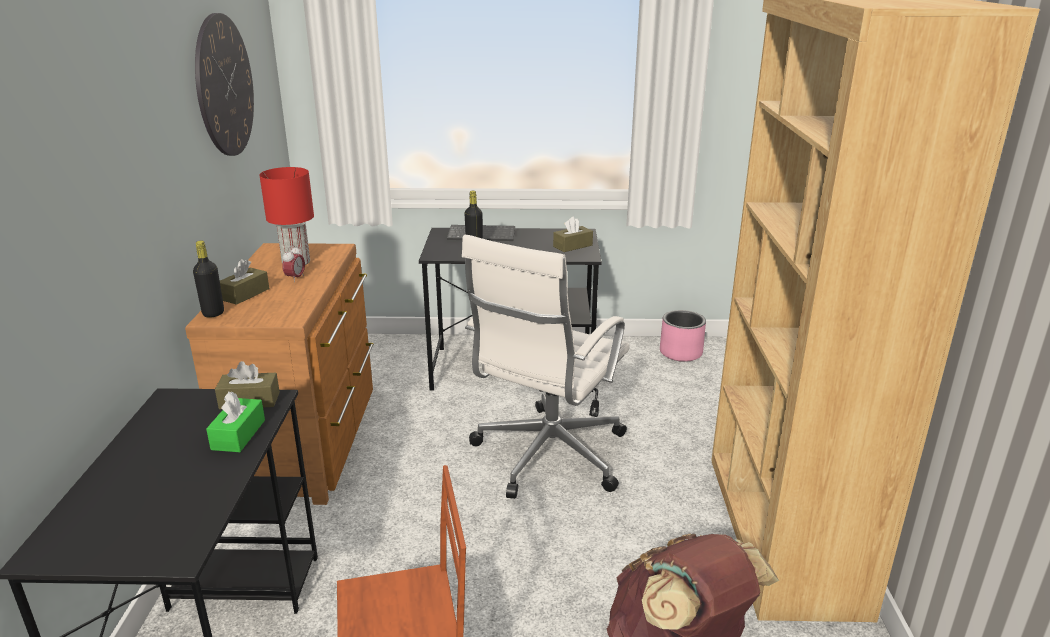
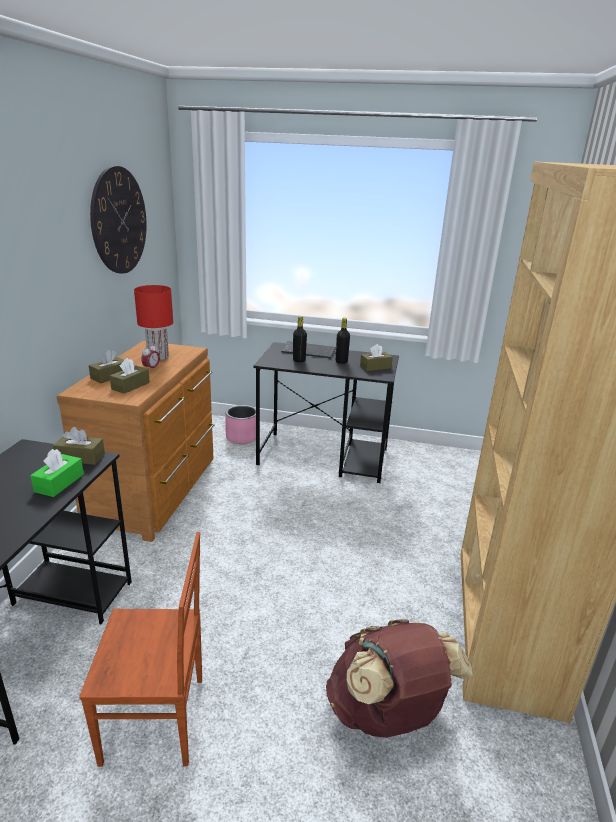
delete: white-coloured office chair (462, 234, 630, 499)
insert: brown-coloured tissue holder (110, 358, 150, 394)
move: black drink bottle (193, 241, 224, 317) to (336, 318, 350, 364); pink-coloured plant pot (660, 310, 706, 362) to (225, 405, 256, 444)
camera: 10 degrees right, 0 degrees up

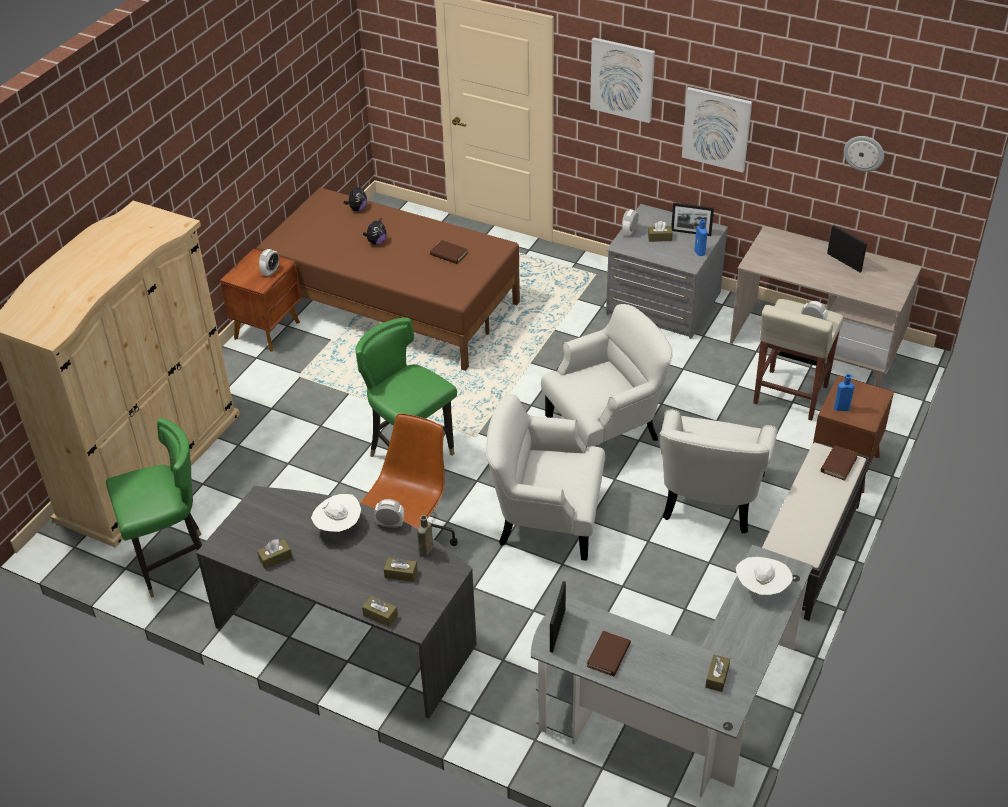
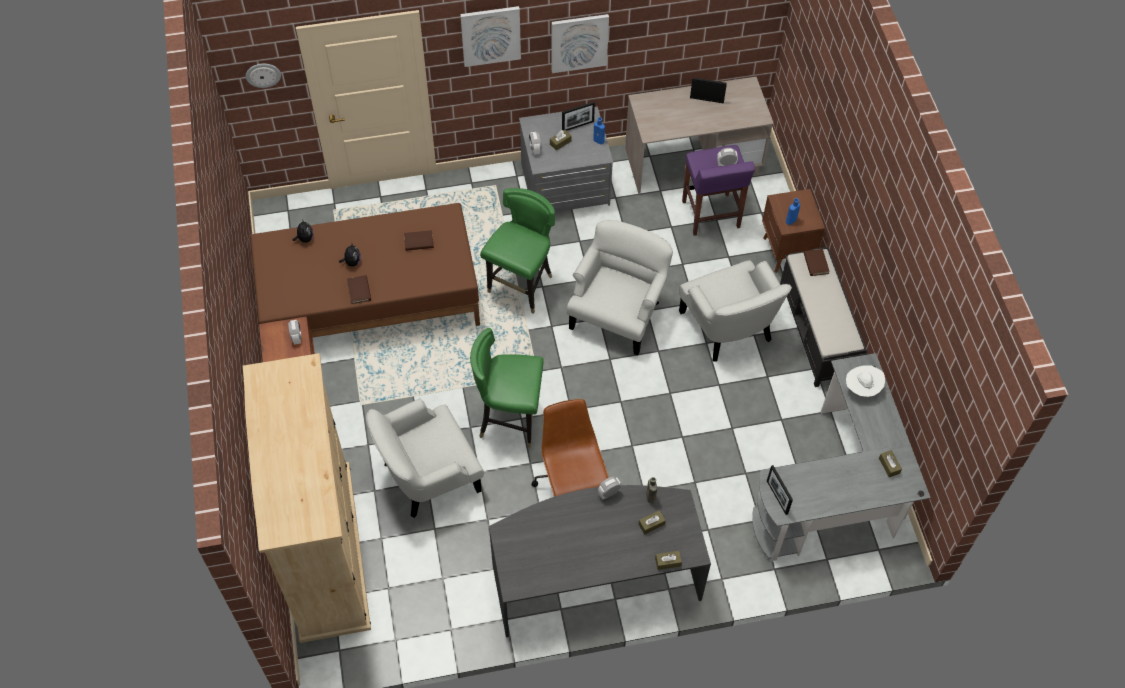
delete: brown-coloured tissue holder (257, 539, 292, 569); white-coloured clothing hat (311, 494, 361, 532)
move: green plain chair (106, 418, 202, 598) to (480, 188, 555, 314); white-coloured armchair (486, 394, 605, 561) to (366, 398, 484, 518); brown-coloured bound book (587, 631, 631, 676) to (347, 275, 371, 304); wall clock (844, 136, 884, 172) to (246, 64, 281, 88)
recolor: sand-coloured stool (753, 299, 843, 421) to purplish stool (682, 145, 755, 236)
camera: 40 degrees left, 15 degrees up

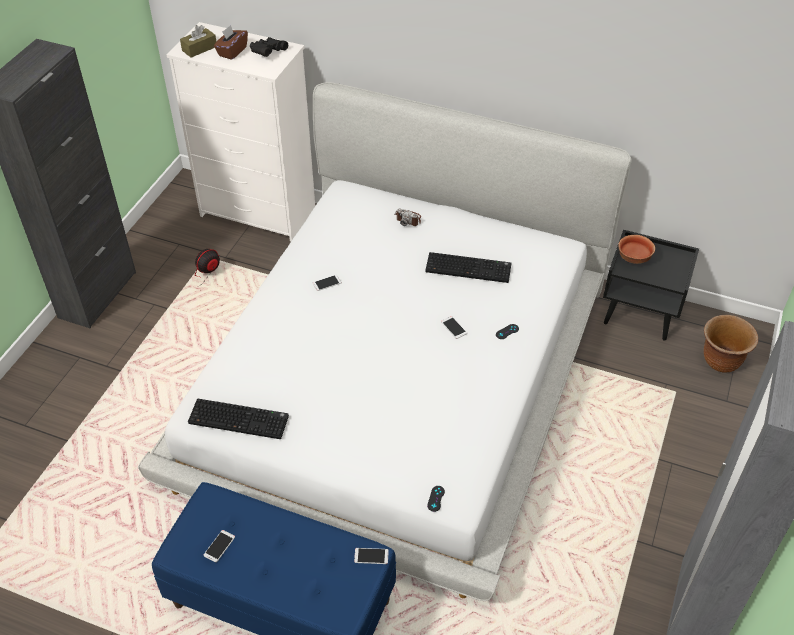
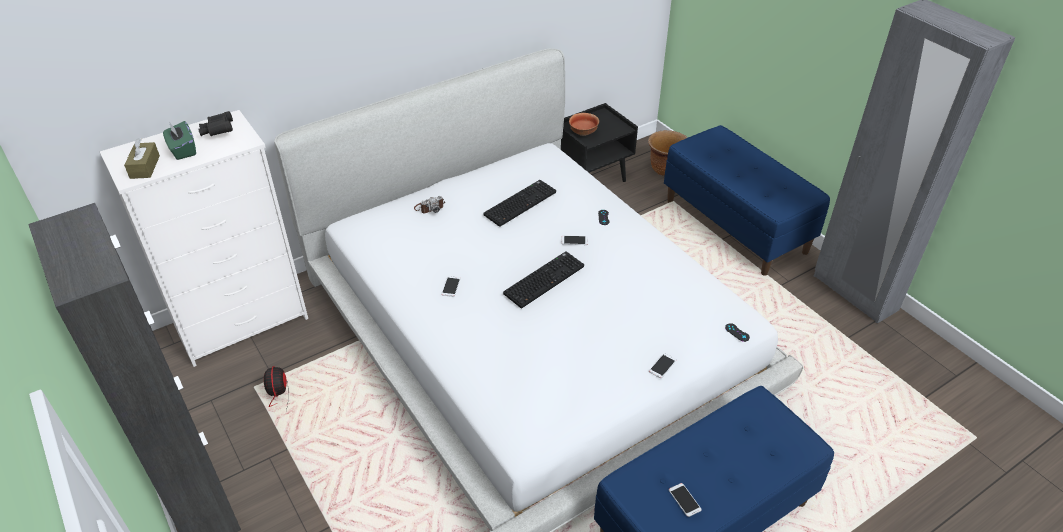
insert: blue bench (664, 125, 830, 276)
move: keyboard (188, 399, 289, 439) to (503, 251, 584, 309); phone (354, 548, 389, 564) to (649, 353, 677, 378)
recolor: brown-coloured tissue holder (214, 25, 248, 60) to green tissue holder (163, 121, 196, 160)
camera: 55 degrees left, 5 degrees down

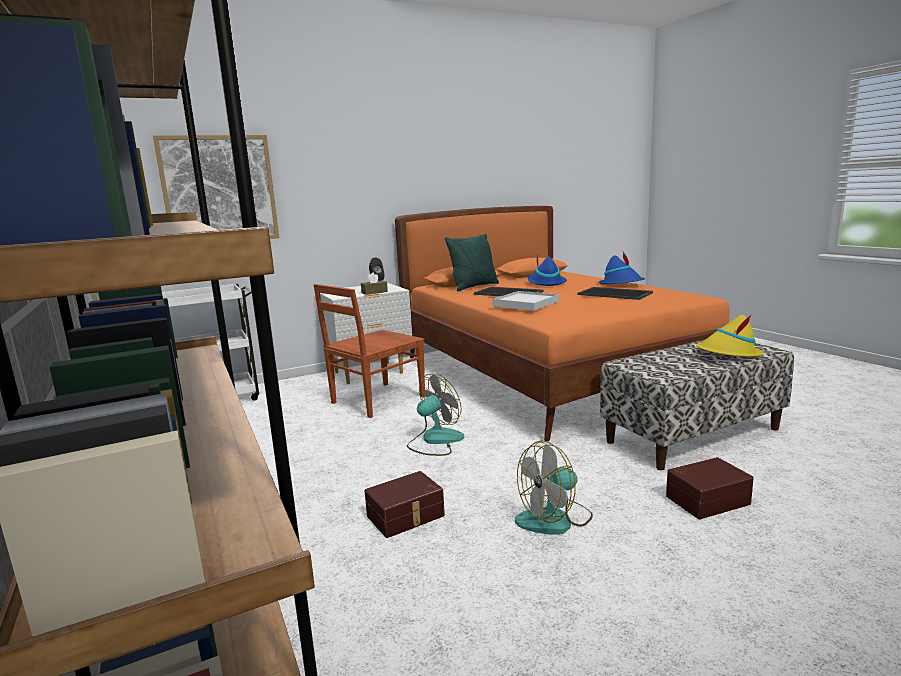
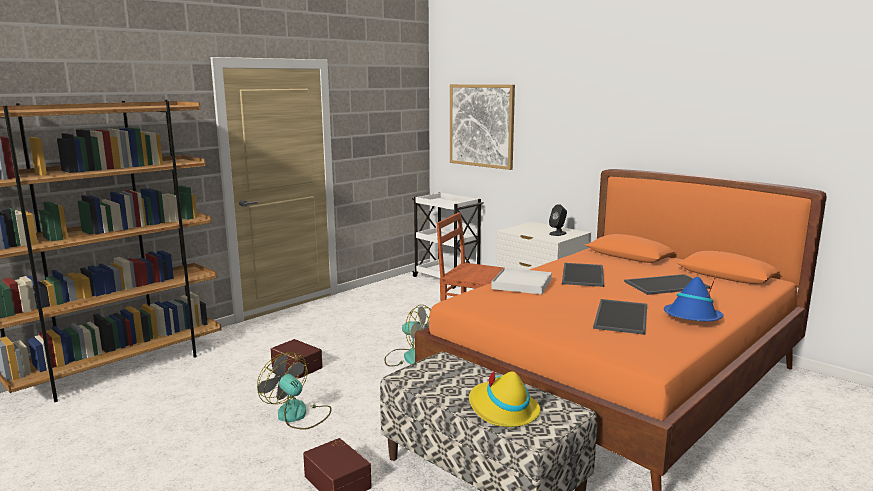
delete: brown-coloured tissue holder (361, 272, 388, 295); green pillow (445, 234, 499, 292)
replace: blue clothing hat (528, 255, 567, 286) to carrying tray (624, 274, 710, 295)
camera: 70 degrees right, 0 degrees up

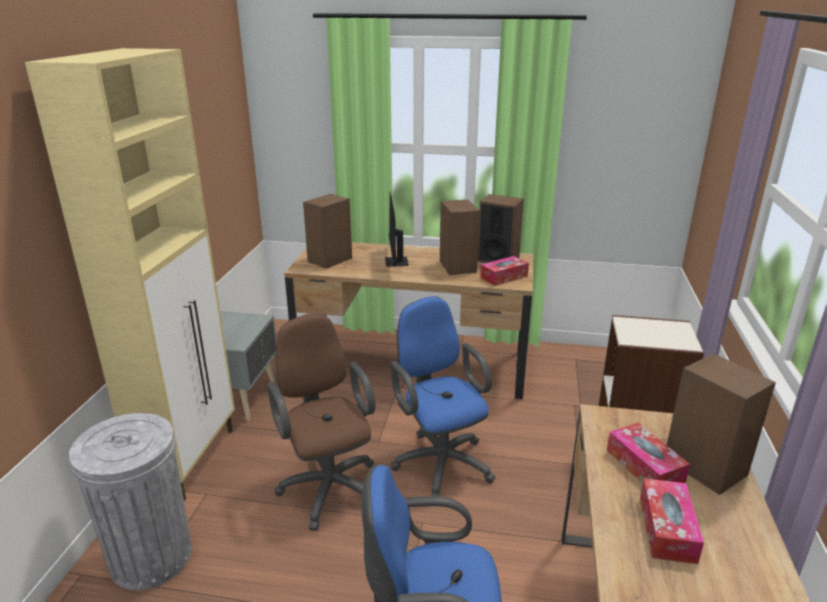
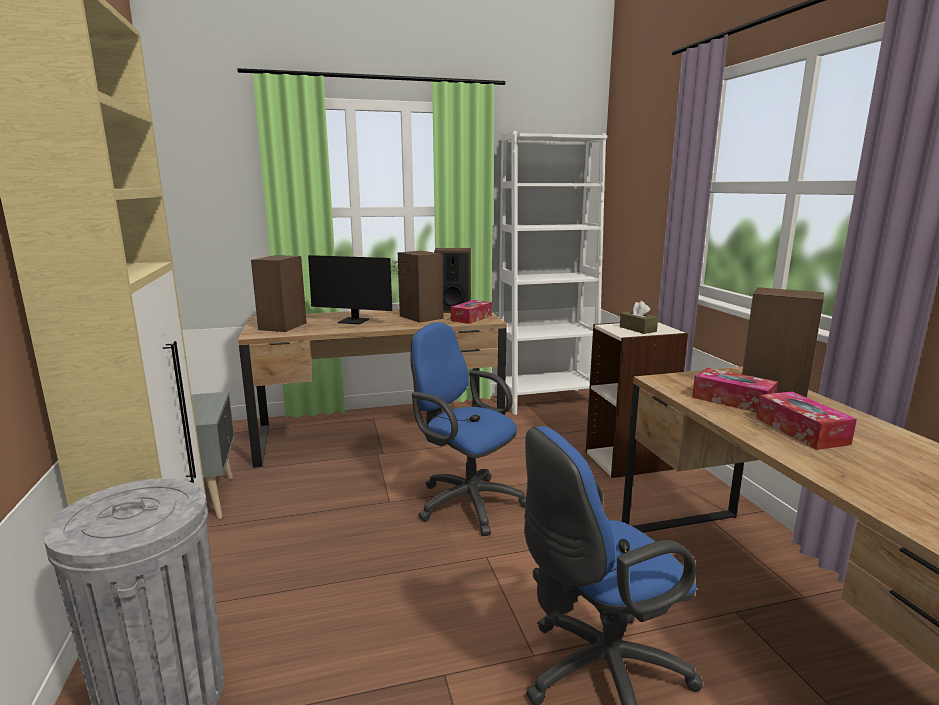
delete: brown-coloured office chair (267, 313, 376, 531)
insert: white-coloured bookshelf (499, 131, 607, 415); brown-coloured tissue holder (620, 301, 658, 334)
rotate: computer display (385, 192, 409, 267) = (308, 255, 419, 325) 45 degrees counterclockwise
camera: 25 degrees left, 10 degrees down

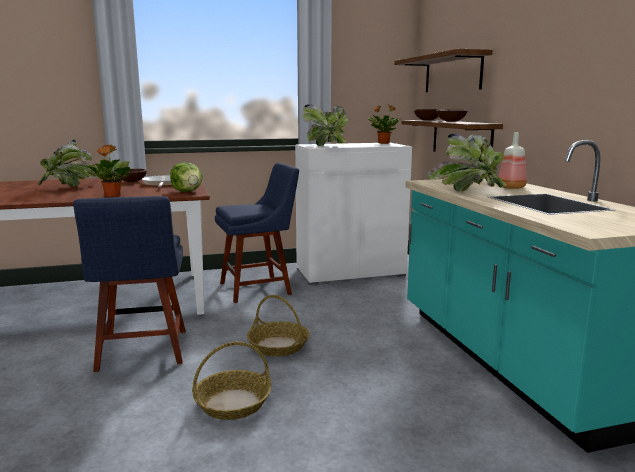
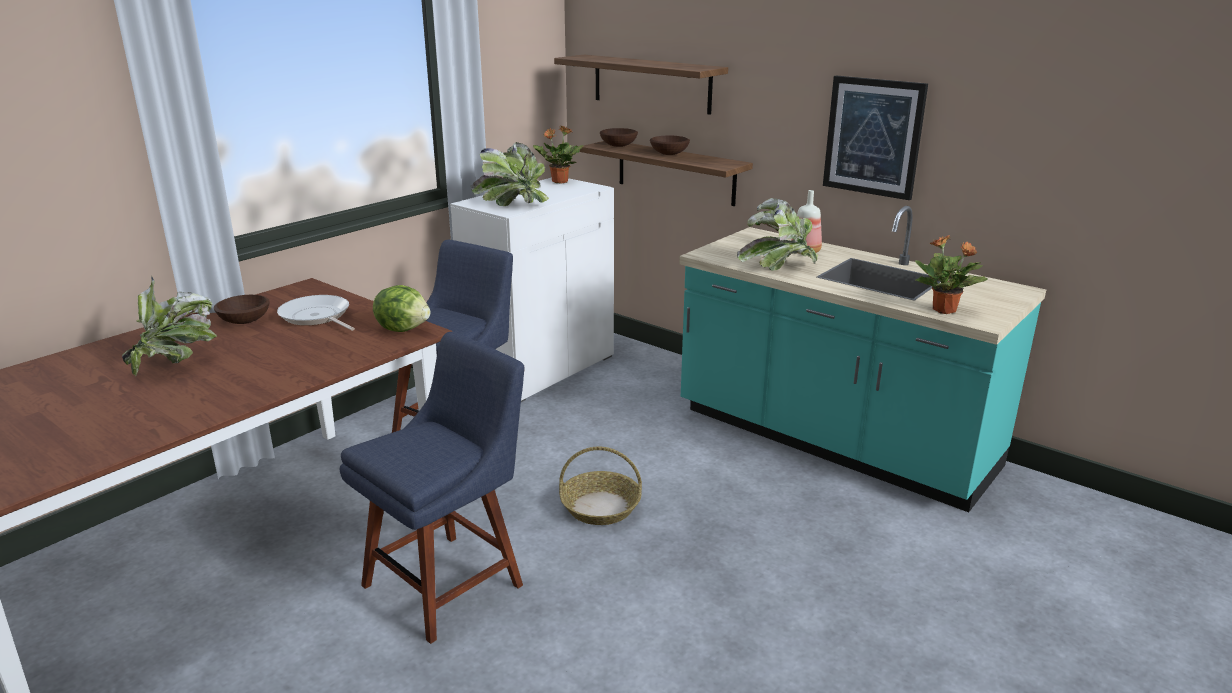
delete: household basket (192, 342, 271, 420)
insert: wall art (823, 76, 928, 200)
move: potted plant (85, 145, 130, 197) to (915, 235, 988, 314)
rotate: blue plain chair (73, 196, 186, 372) = (340, 332, 524, 644) 90 degrees counterclockwise
camera: 35 degrees left, 10 degrees up

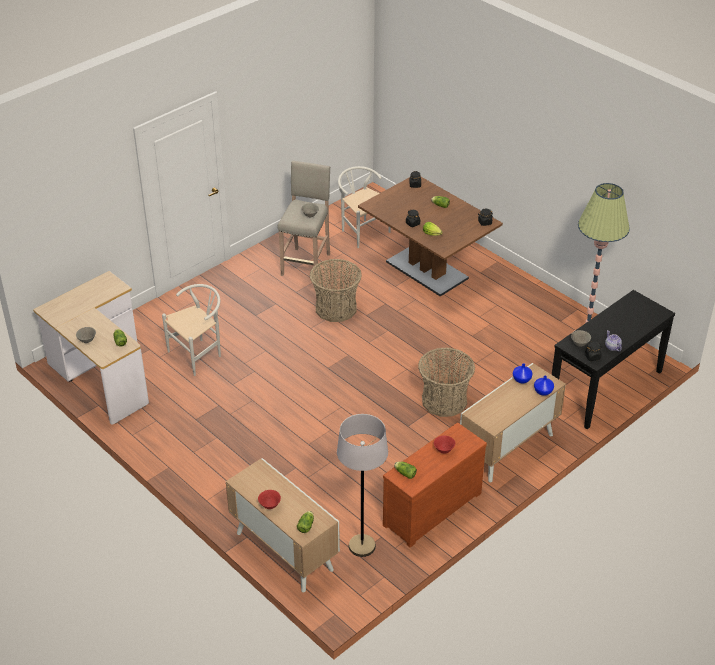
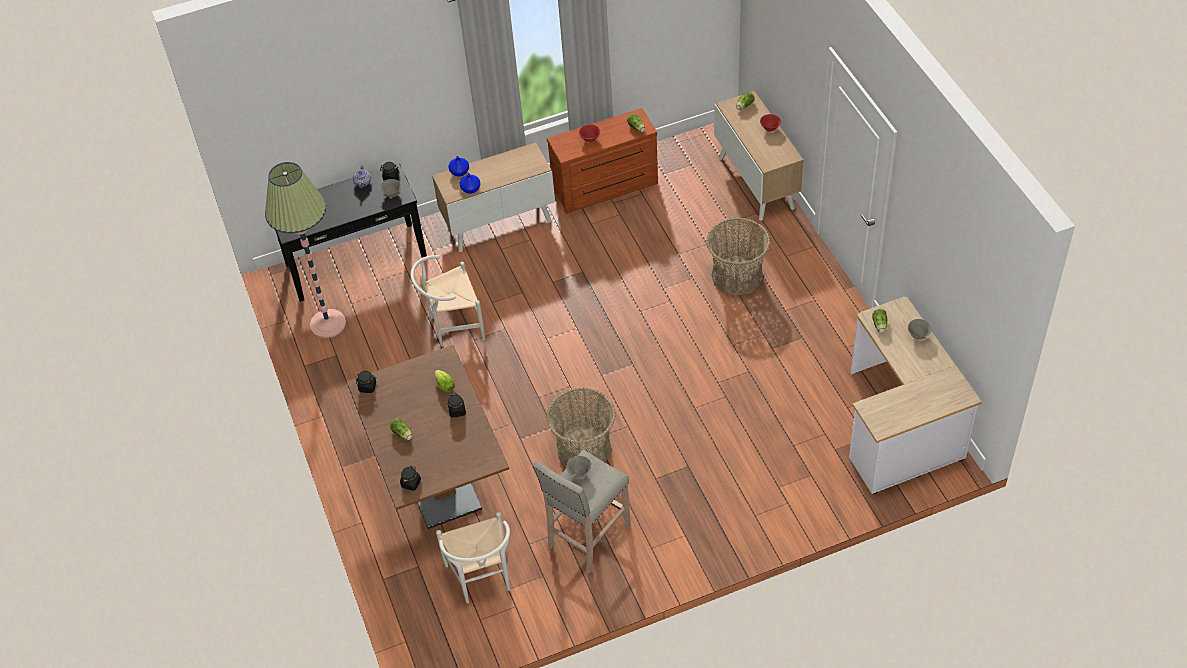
delete: gray standard lamp (337, 414, 388, 557)
move: white-coloured plain chair (162, 284, 221, 376) to (411, 255, 485, 347); household basket (418, 348, 475, 417) to (707, 218, 770, 296)
camera: 155 degrees left, 10 degrees up

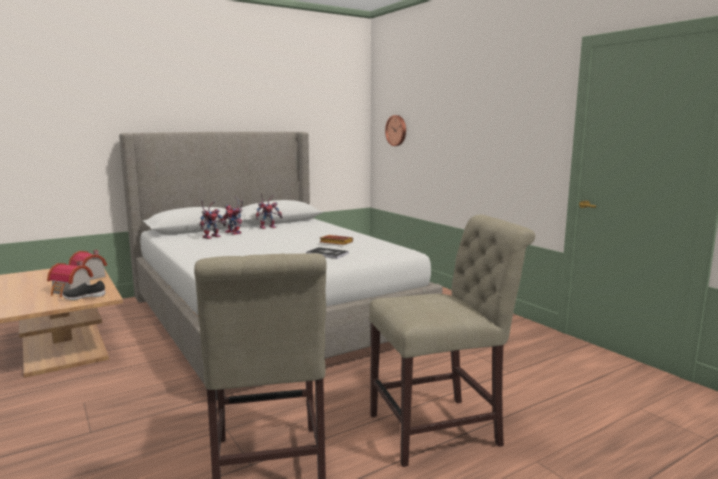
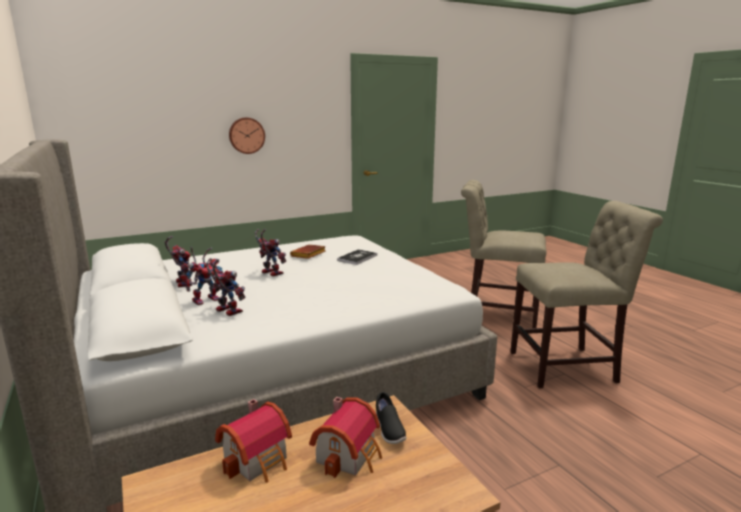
insert: model robot (255, 229, 286, 277)
move: wall clock (385, 115, 406, 146) to (229, 117, 265, 154)
rotate: sand-coloured plain chair (369, 214, 535, 467) = (461, 180, 547, 328) 60 degrees counterclockwise
camera: 85 degrees left, 5 degrees up

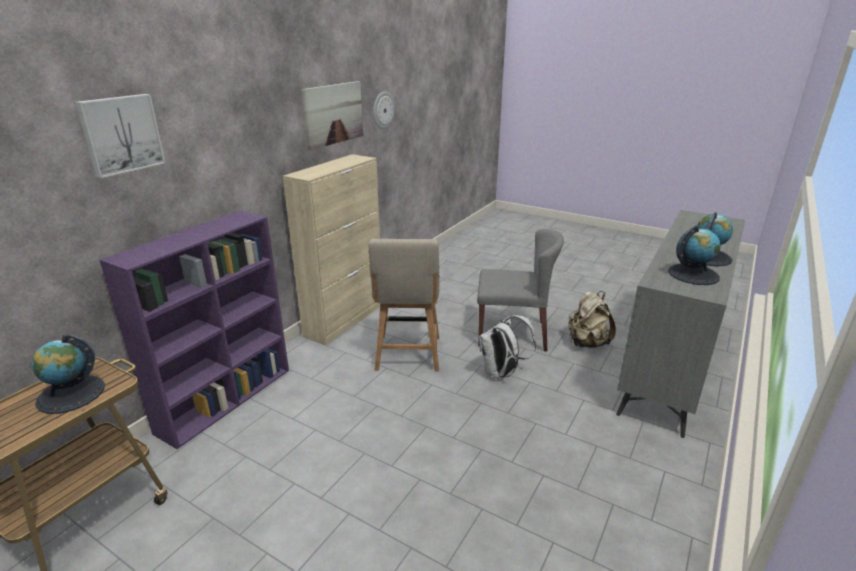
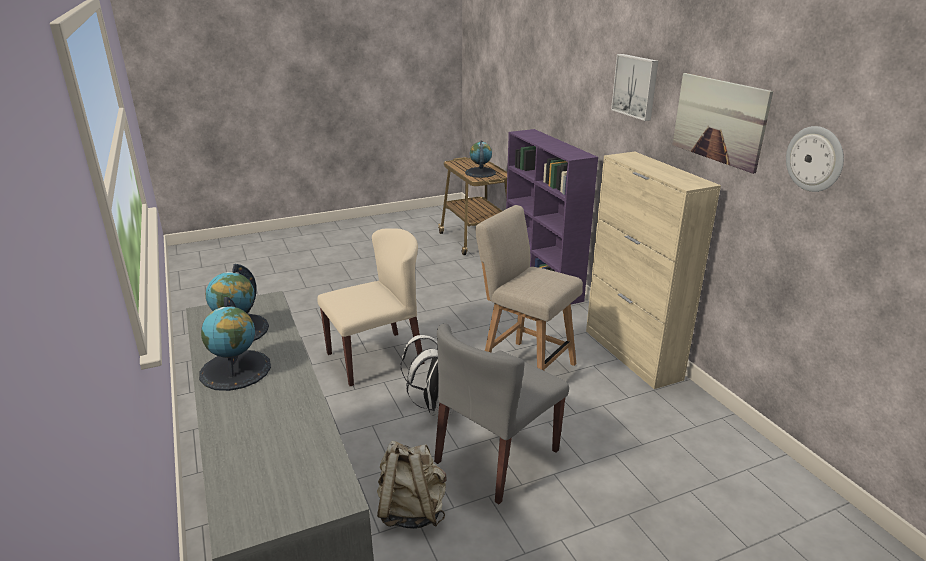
insert: sand-coloured plain chair (317, 228, 425, 386)
move: wall art (75, 94, 165, 178) to (611, 54, 658, 121)
camera: 125 degrees right, 0 degrees up

